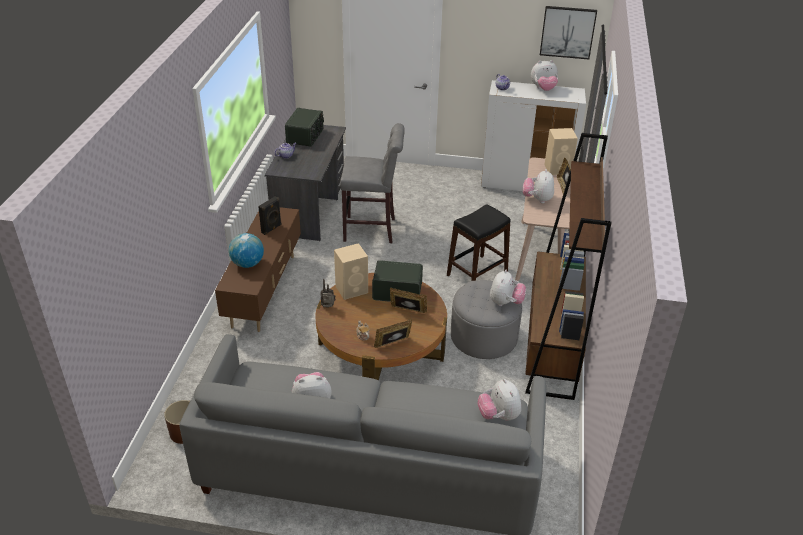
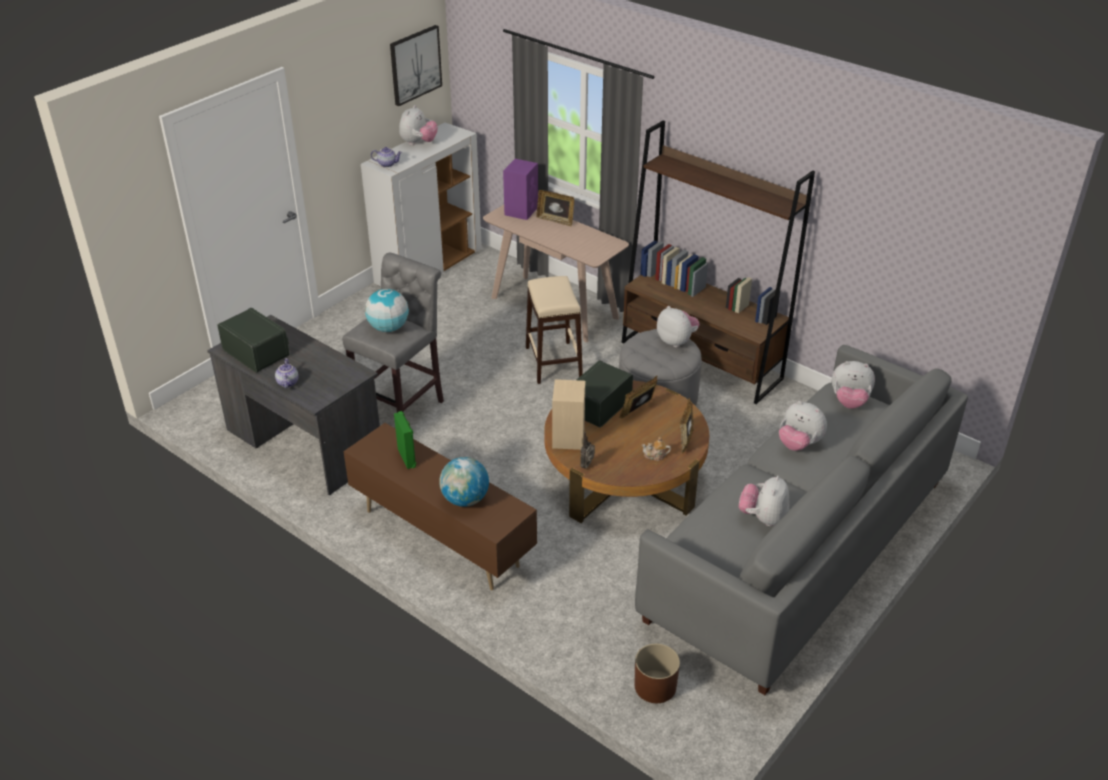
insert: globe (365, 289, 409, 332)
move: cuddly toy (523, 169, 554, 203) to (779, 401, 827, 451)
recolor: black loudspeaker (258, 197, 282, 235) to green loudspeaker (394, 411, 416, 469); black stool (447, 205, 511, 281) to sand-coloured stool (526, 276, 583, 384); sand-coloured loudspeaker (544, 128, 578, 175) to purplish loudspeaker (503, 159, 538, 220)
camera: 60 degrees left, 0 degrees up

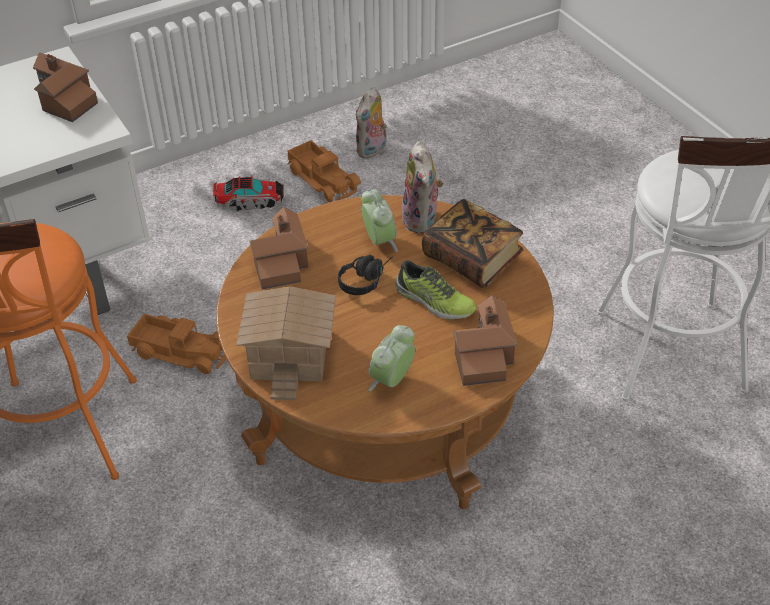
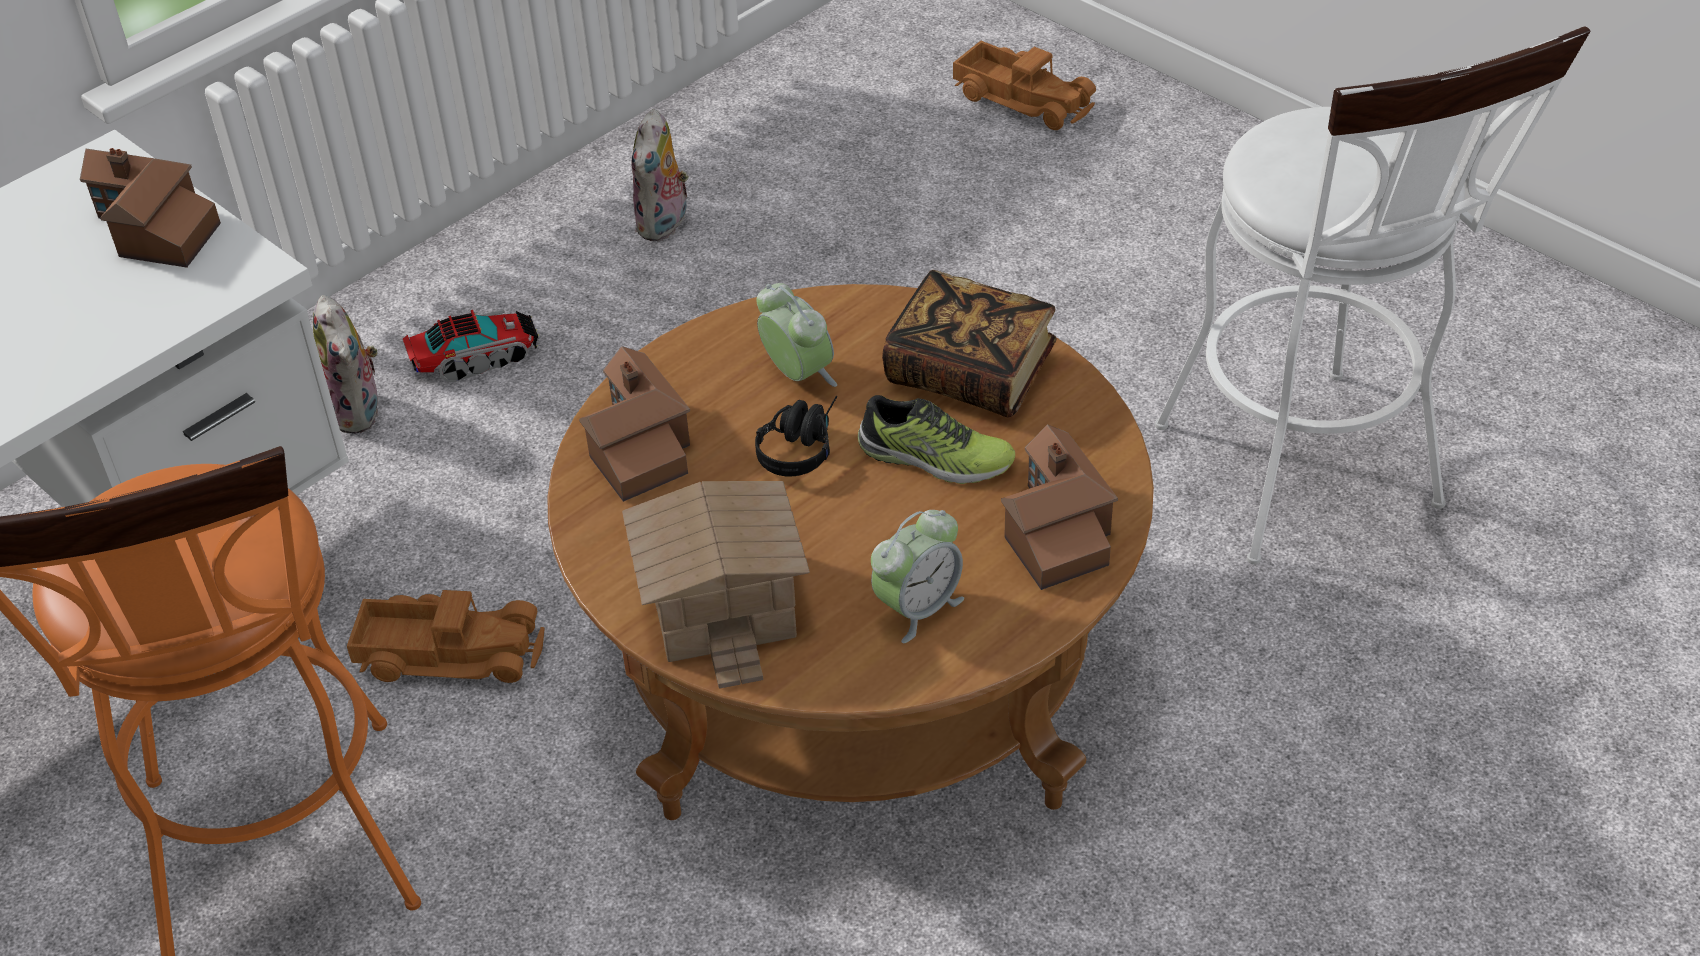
move: toy lorry (287, 140, 361, 202) to (953, 41, 1096, 130); cuddly toy (401, 141, 444, 234) to (313, 295, 379, 434)
rotate: bedside clock (368, 325, 415, 391) = (871, 510, 964, 643) 150 degrees counterclockwise
camera: 15 degrees left, 0 degrees up

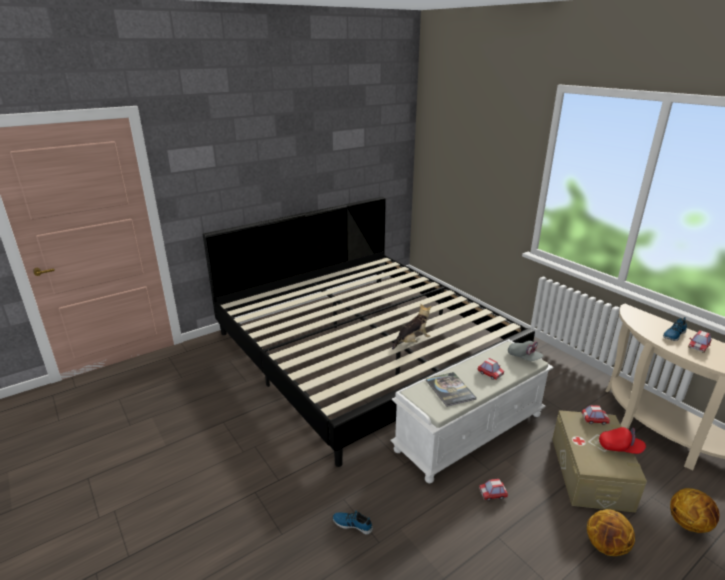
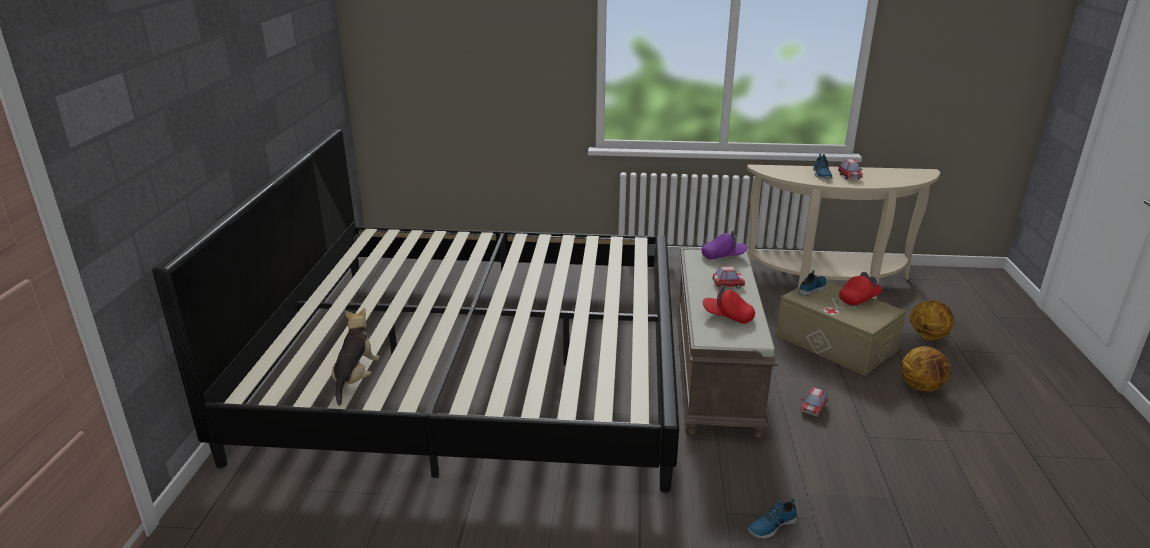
move: cuddly toy (392, 304, 431, 350) to (332, 308, 380, 406)
replace: bound book (426, 372, 477, 407) to red-coloured baseball cap (703, 285, 755, 324); miniature car (582, 405, 610, 425) to item of footwear (798, 270, 827, 296)
recolor: white-coloured bench (390, 339, 554, 483) to brown-coloured bench (676, 248, 778, 440); gray baseball cap (508, 341, 543, 361) to purplish baseball cap (702, 231, 748, 260)
camera: 50 degrees left, 0 degrees up

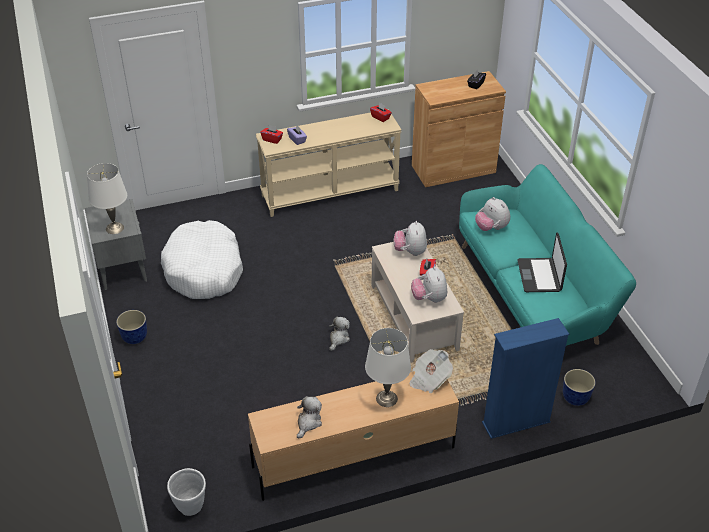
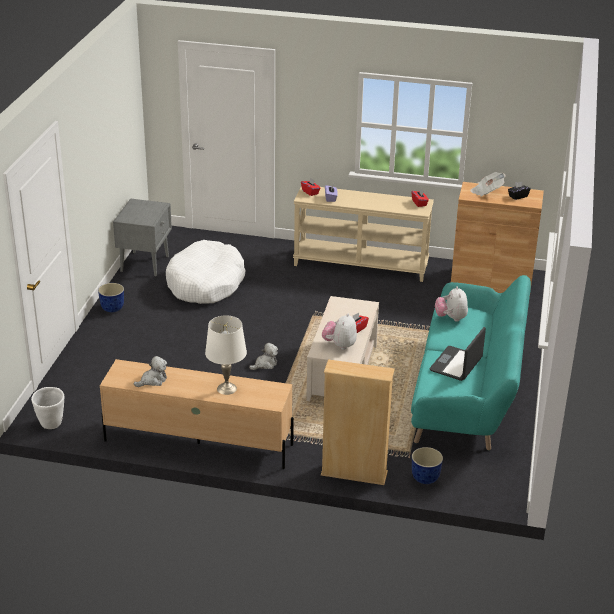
delete: white-coloured table lamp (87, 163, 127, 234); cuddly toy (394, 221, 427, 256)
move: daily paper (409, 349, 453, 393) to (470, 172, 506, 197)
recolor: blue bookshelf (482, 318, 570, 439) to sand-coloured bookshelf (321, 359, 395, 485)
camera: 30 degrees right, 10 degrees down

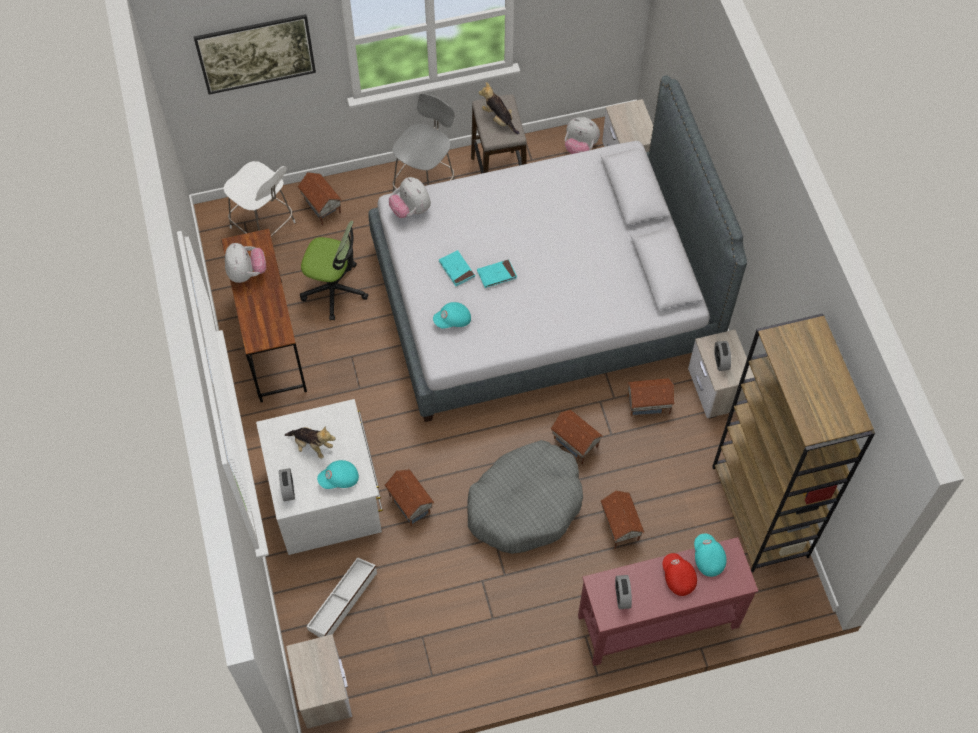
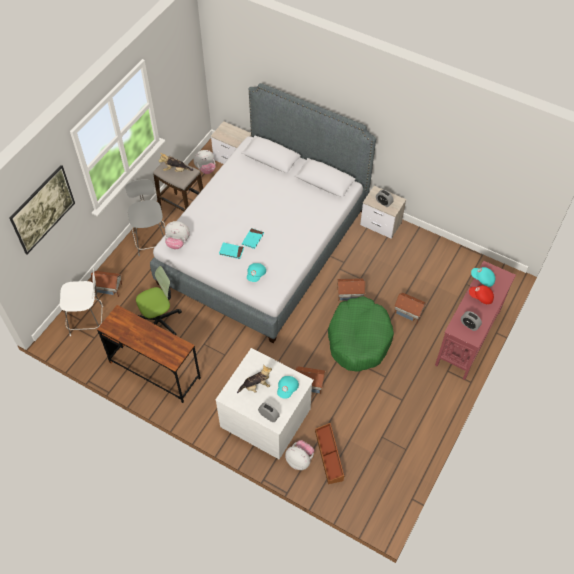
delete: night table (286, 634, 352, 729); model house (627, 378, 675, 416); brown-coloured bookshelf (712, 313, 875, 573)
move: cuddly toy (225, 243, 266, 283) to (285, 440, 314, 470)
recolor: white-coloured storage container (307, 557, 377, 638) to brown-coloured storage container (315, 423, 344, 484); gray pet bed (467, 440, 583, 554) to green pet bed (328, 296, 394, 372)
camera: 45 degrees left, 5 degrees down

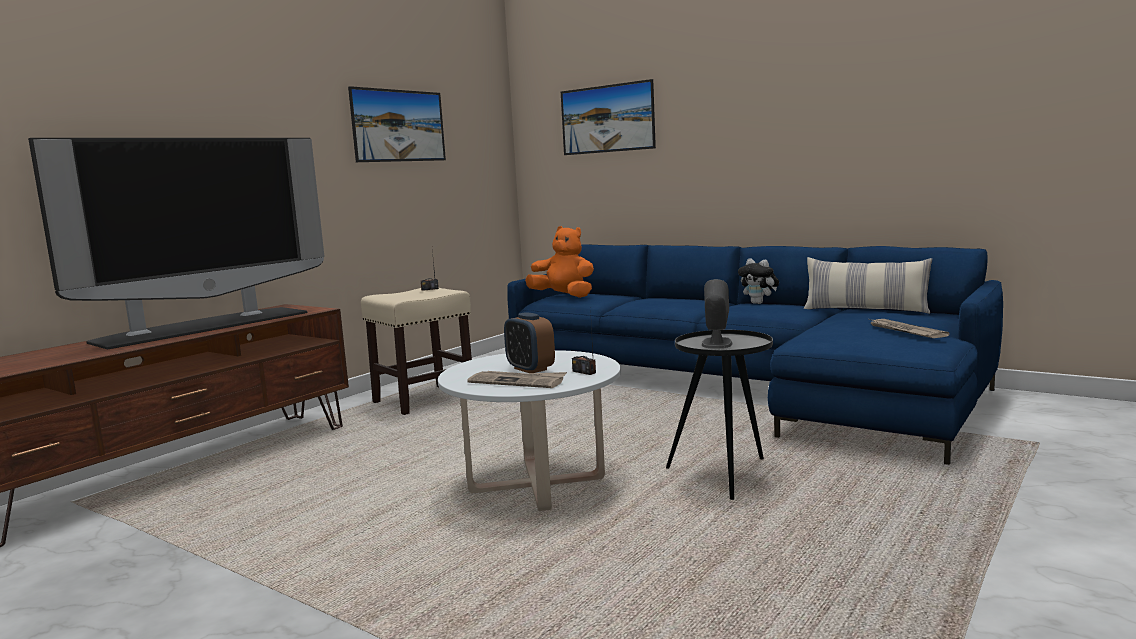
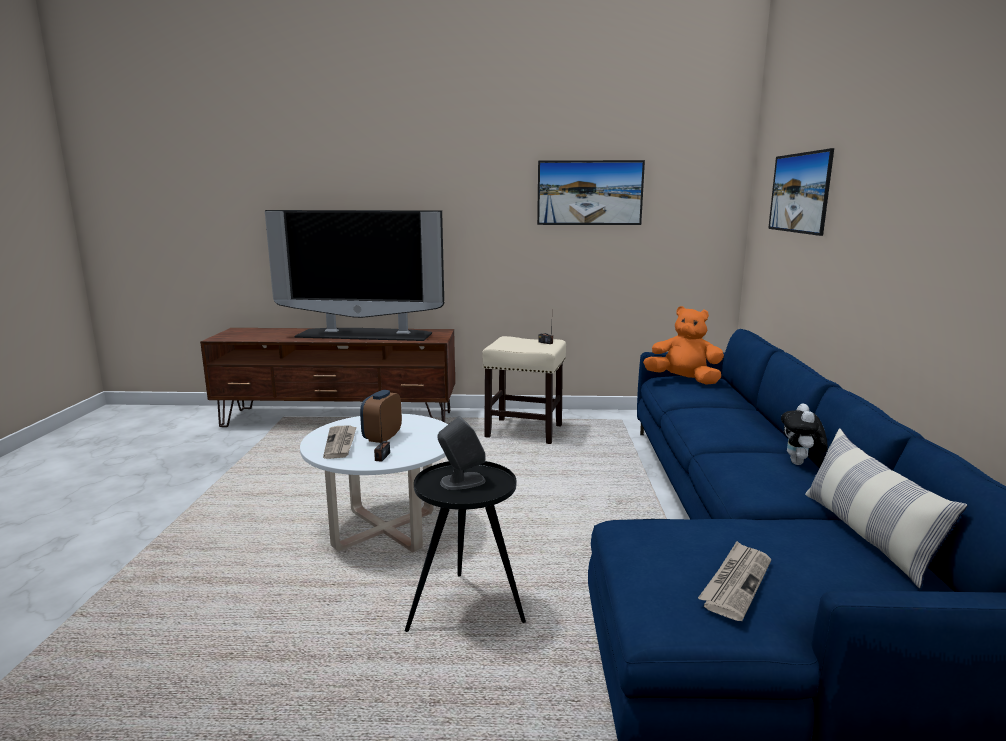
rotate: orange-coloured cuddly toy (525, 226, 594, 298) = (643, 306, 724, 384) 60 degrees counterclockwise
camera: 55 degrees right, 5 degrees up

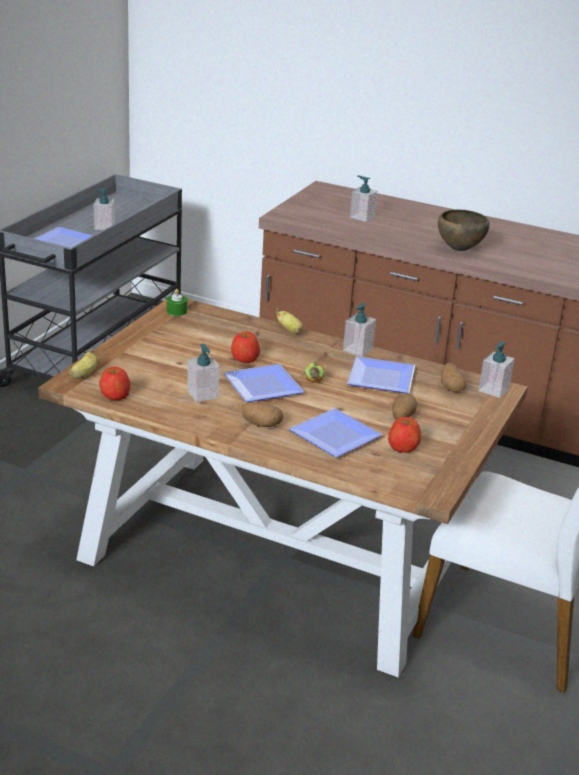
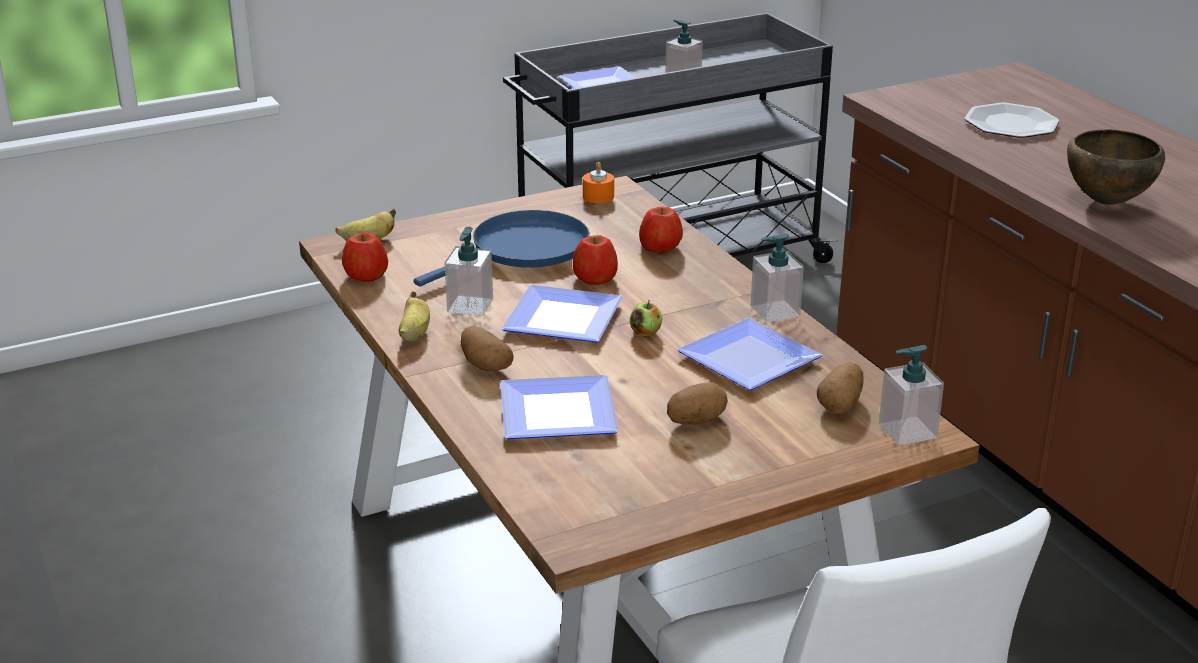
insert: blue frying pan (414, 210, 590, 287)
move: banana (276, 308, 303, 334) to (399, 292, 430, 342); whole apple (388, 417, 421, 453) to (639, 207, 683, 252)
replace: soap dispenser (350, 176, 377, 222) to plate (964, 103, 1059, 138)
recolor: green candle (166, 289, 187, 316) to orange-coloured candle (583, 162, 614, 203)
camera: 40 degrees right, 0 degrees up

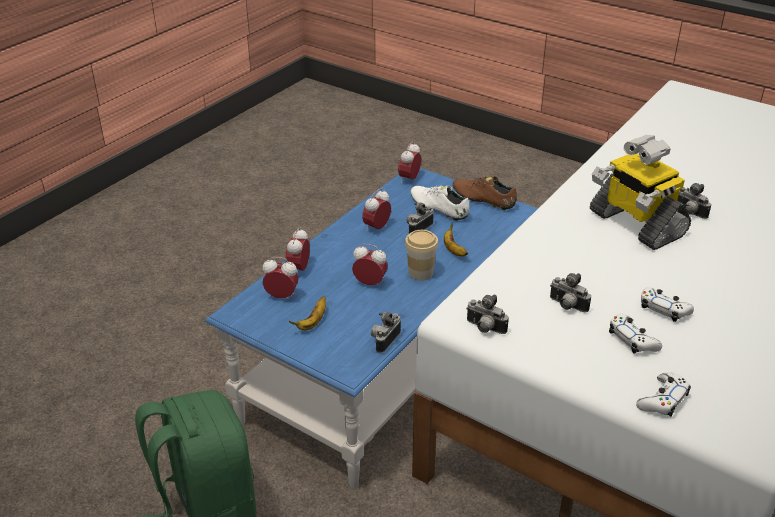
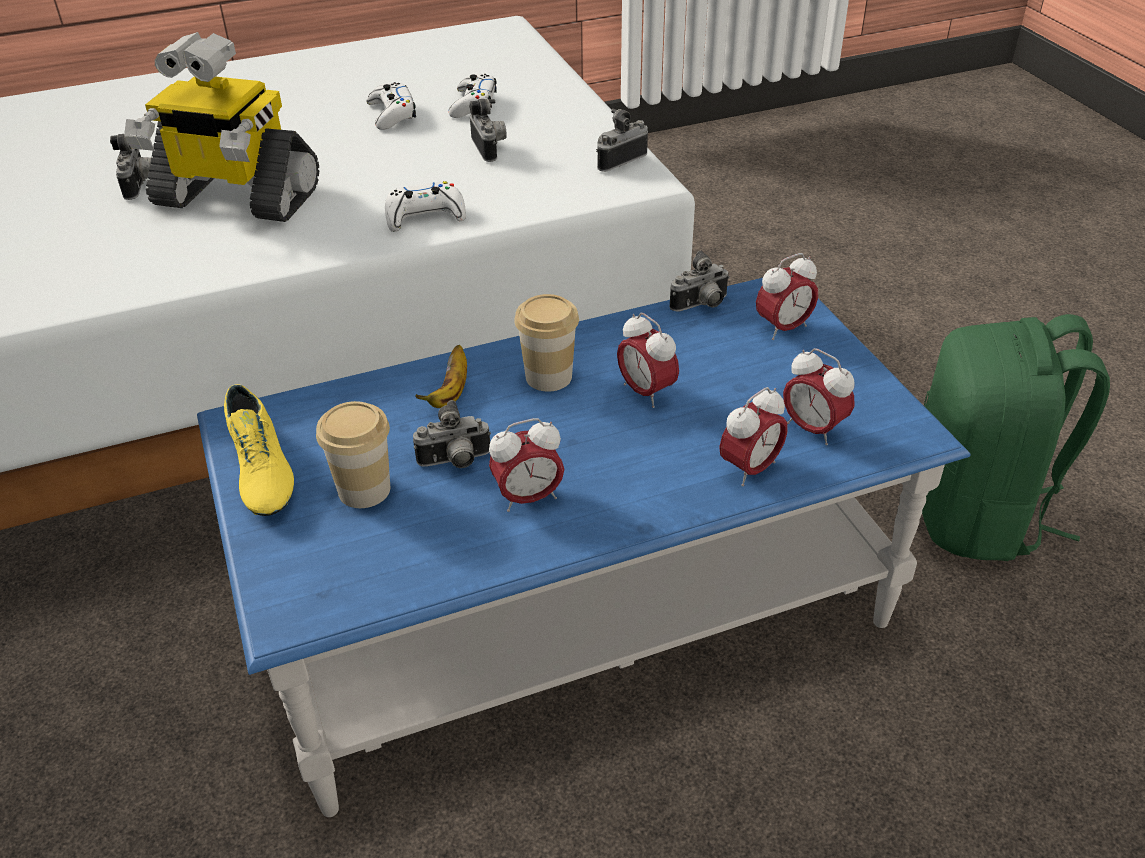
delete: banana (289, 296, 326, 330)
move: bedside clock (398, 142, 421, 183) to (756, 253, 818, 340); white-coloured gamepad (636, 372, 691, 417) to (385, 181, 466, 232)
replace: white-coloured item of footwear (411, 185, 470, 221) to drinking cup (316, 401, 390, 508)
recolor: brown-coloured item of footwear (453, 176, 517, 211) to yellow item of footwear (224, 384, 294, 516)
rotate: still camera (466, 294, 509, 334) = (596, 109, 648, 172) 105 degrees counterclockwise; model robot (590, 135, 691, 250) = (124, 32, 320, 222) 105 degrees clockwise
camera: 145 degrees left, 5 degrees up

